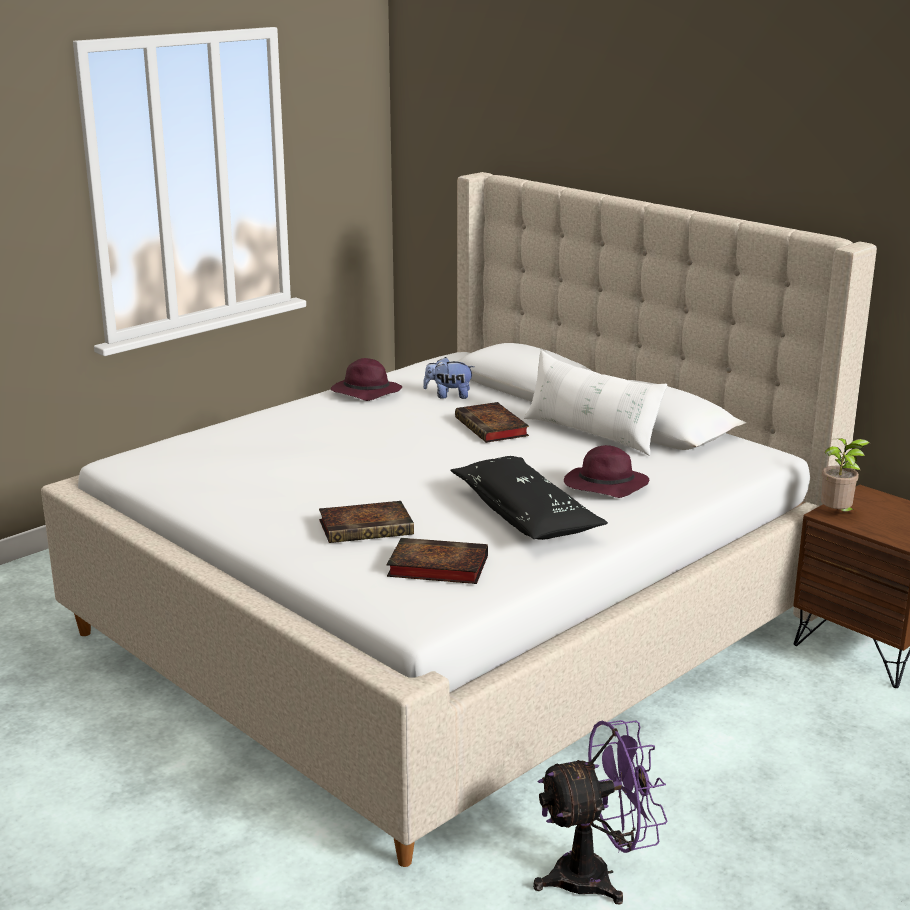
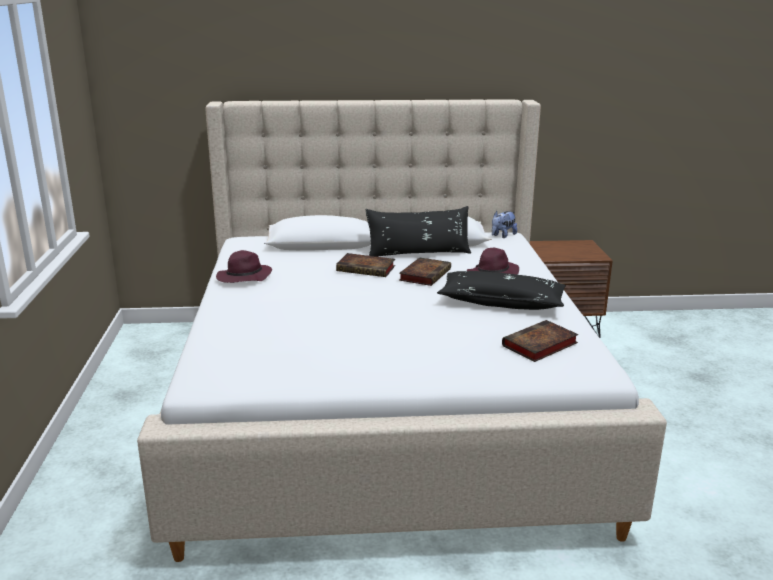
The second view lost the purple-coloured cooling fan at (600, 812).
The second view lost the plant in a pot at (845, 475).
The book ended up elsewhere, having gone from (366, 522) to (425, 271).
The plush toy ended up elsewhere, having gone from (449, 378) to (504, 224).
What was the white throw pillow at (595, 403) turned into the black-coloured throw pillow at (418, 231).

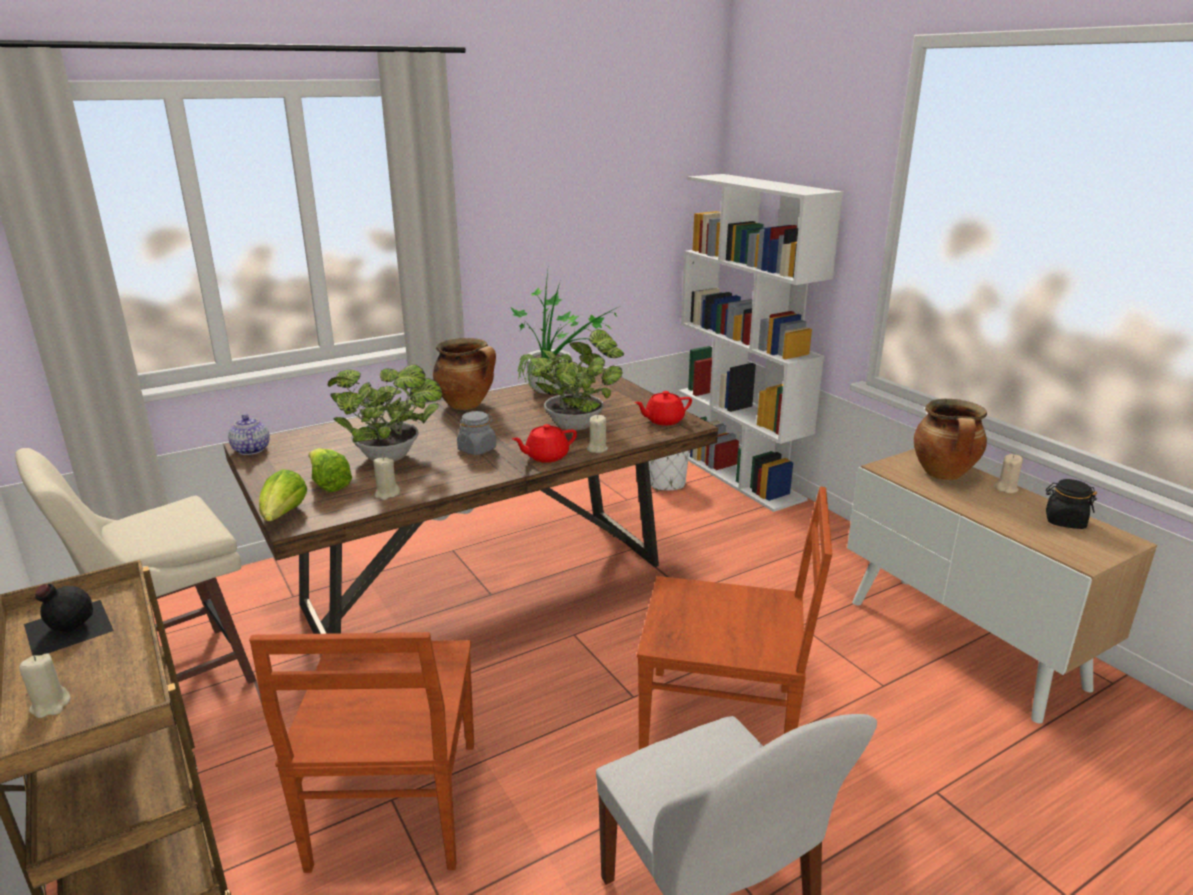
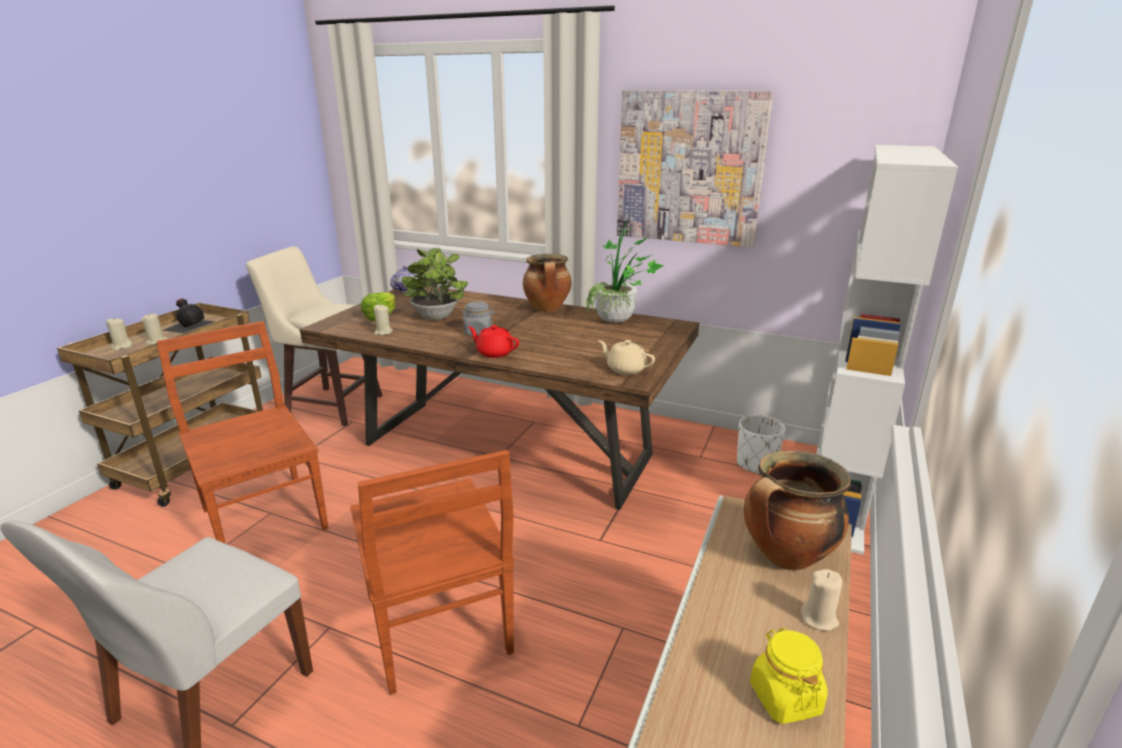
The second view lost the head of lettuce at (283, 495).
The second view lost the plant in a pot at (577, 379).
The second view gained the wall picture at (695, 168).
The beige candle ended up elsewhere, having gone from (597, 434) to (154, 329).
What was the red teapot at (663, 408) turned into the beige teapot at (626, 357).
What was the black-coloured jar at (1071, 504) turned into the yellow-coloured jar at (788, 675).
The brown-coloured plain chair at (361, 752) ended up facing another way, 90 degrees clockwise from before.

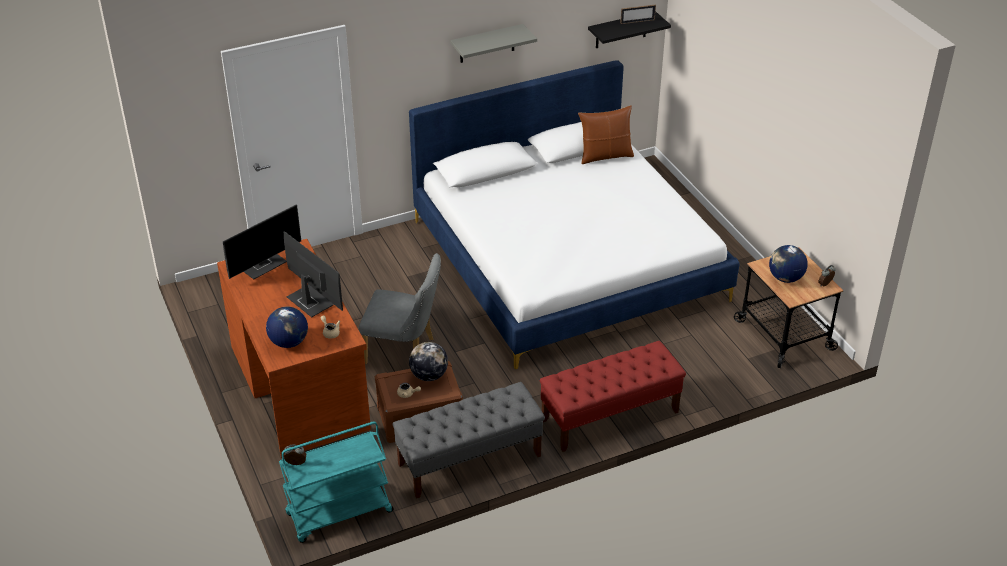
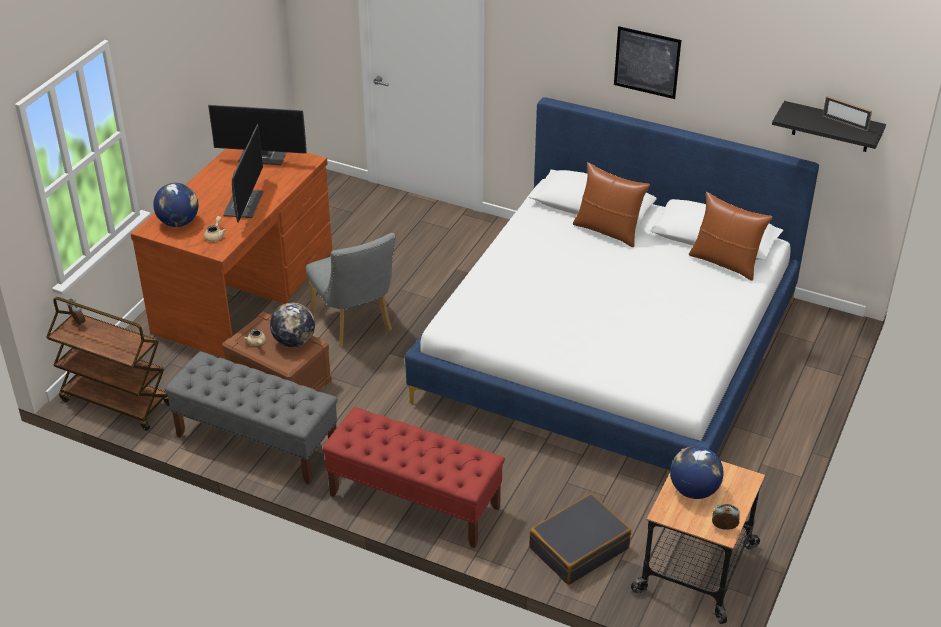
The second view gained the black-coloured suitcase at (580, 539).
The second view gained the brown-coloured throw pillow at (611, 204).
Where the grey bracket shelf hung at (493, 43), the wall picture came to hang at (647, 62).
What was the turquoise cart at (336, 482) turned into the brown-coloured cart at (108, 364).

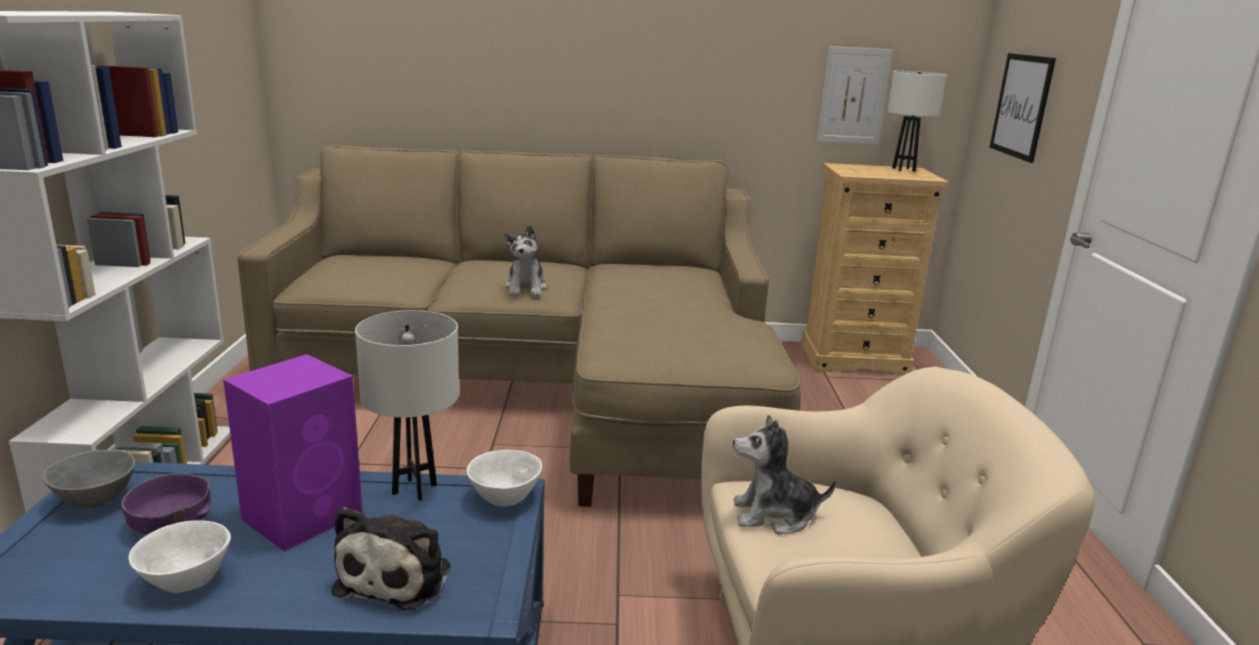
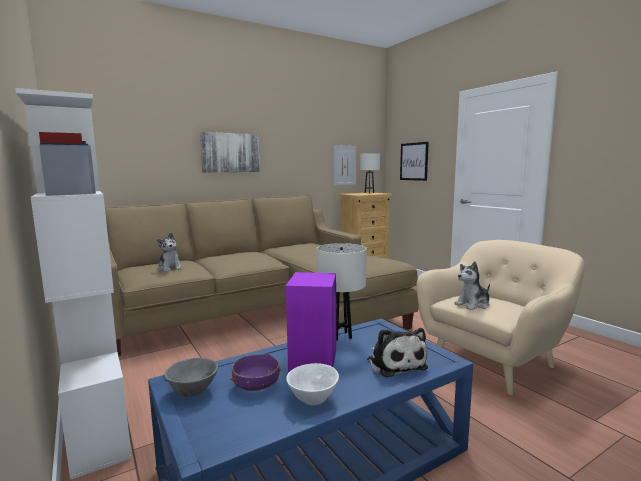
The second view lost the white bowl at (504, 478).
The second view gained the wall picture at (230, 152).
The plush toy ended up elsewhere, having gone from (525, 260) to (169, 252).

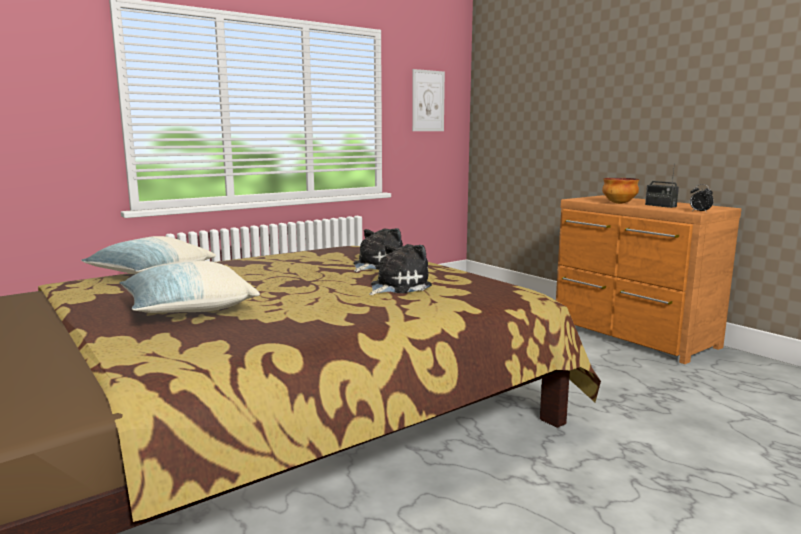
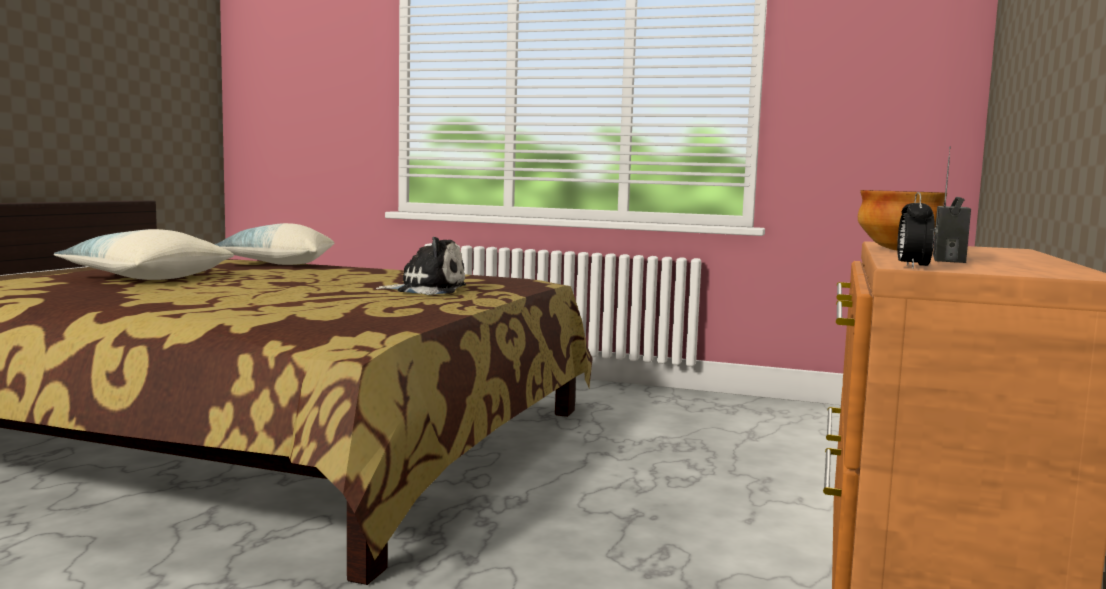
The second view lost the plush toy at (400, 269).
The second view lost the wall picture at (428, 100).

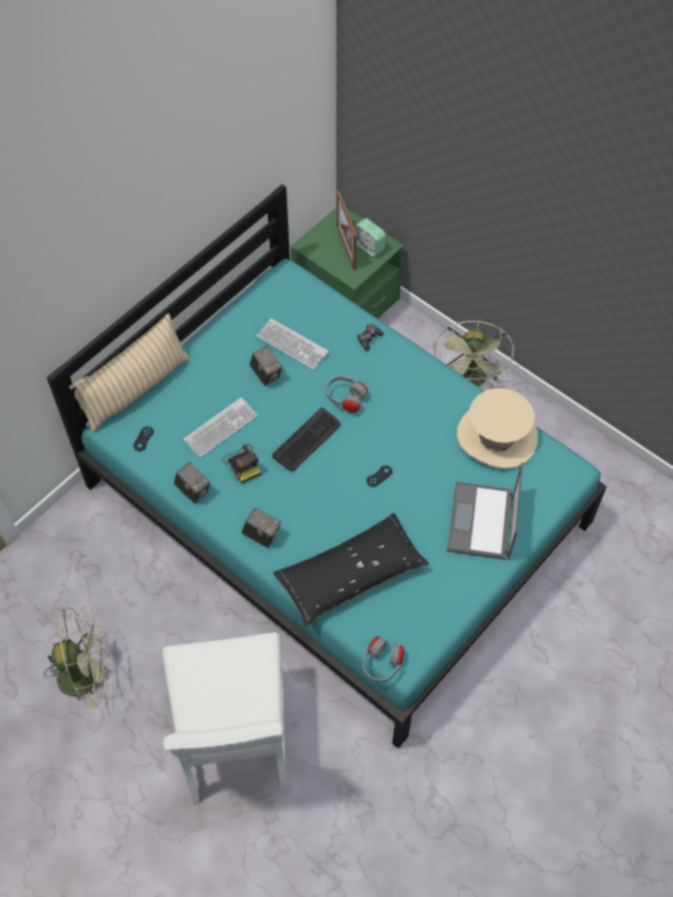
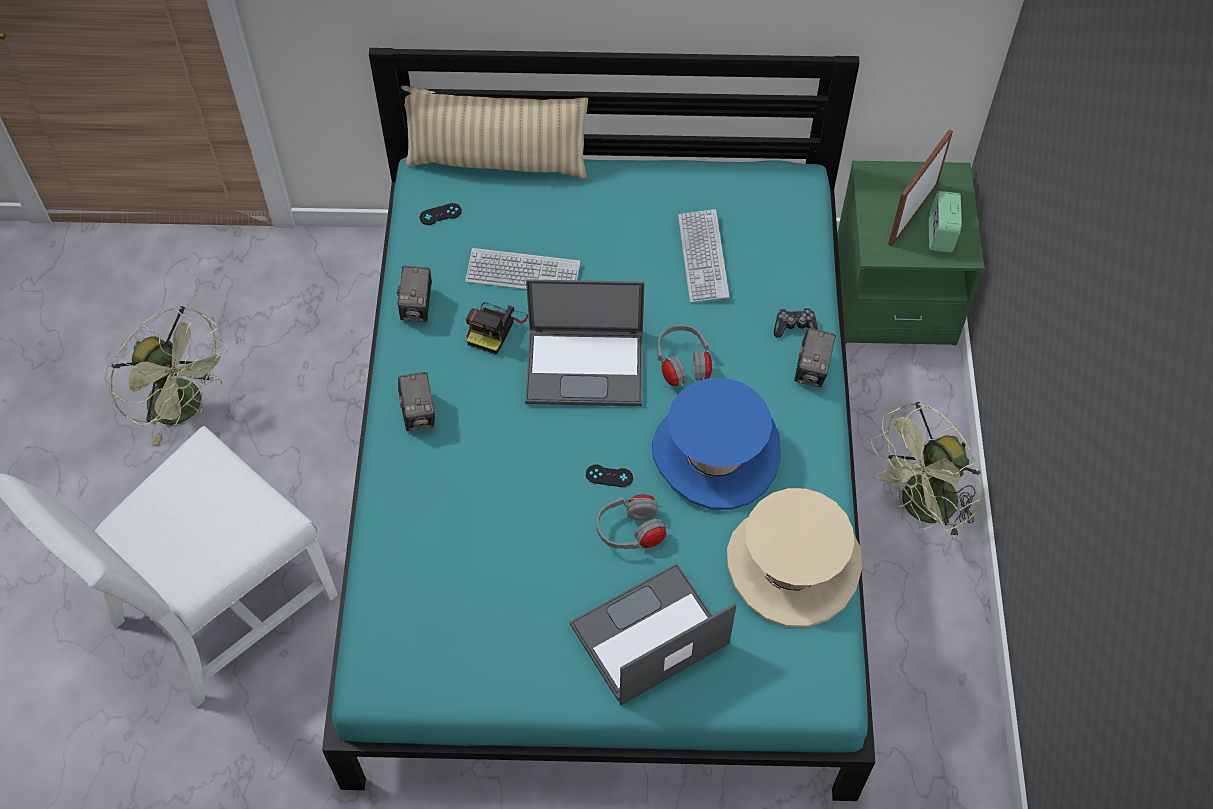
The second view lost the black-coloured throw pillow at (351, 570).
The second view gained the blue-coloured clothing hat at (716, 444).
The still camera ended up elsewhere, having gone from (266, 366) to (815, 357).
The grey pair of headphones ended up elsewhere, having gone from (383, 659) to (633, 521).
Where the computer keyboard stood at (306, 439), the laptop came to stand at (585, 342).

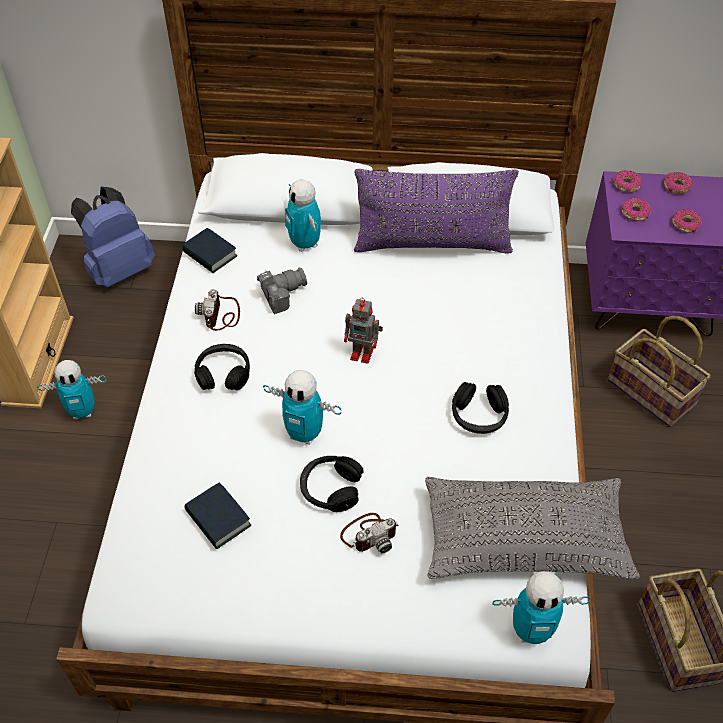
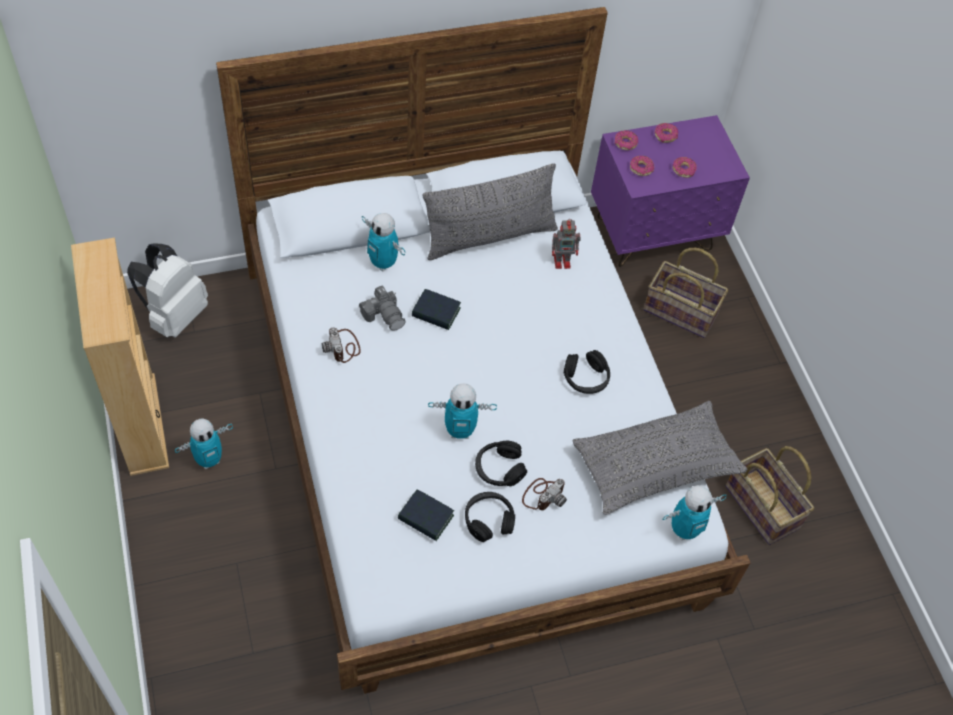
The book ended up elsewhere, having gone from (209, 250) to (436, 309).
The black-coloured pair of headphones ended up elsewhere, having gone from (222, 367) to (490, 517).
The model robot ended up elsewhere, having gone from (363, 331) to (566, 244).
What was the blue-coloured rucksack at (113, 237) turned into the white rucksack at (167, 290).
What was the purple-coloured throw pillow at (436, 211) turned into the grey throw pillow at (490, 211).
The still camera at (282, 290) ended up facing another way, 105 degrees clockwise from before.

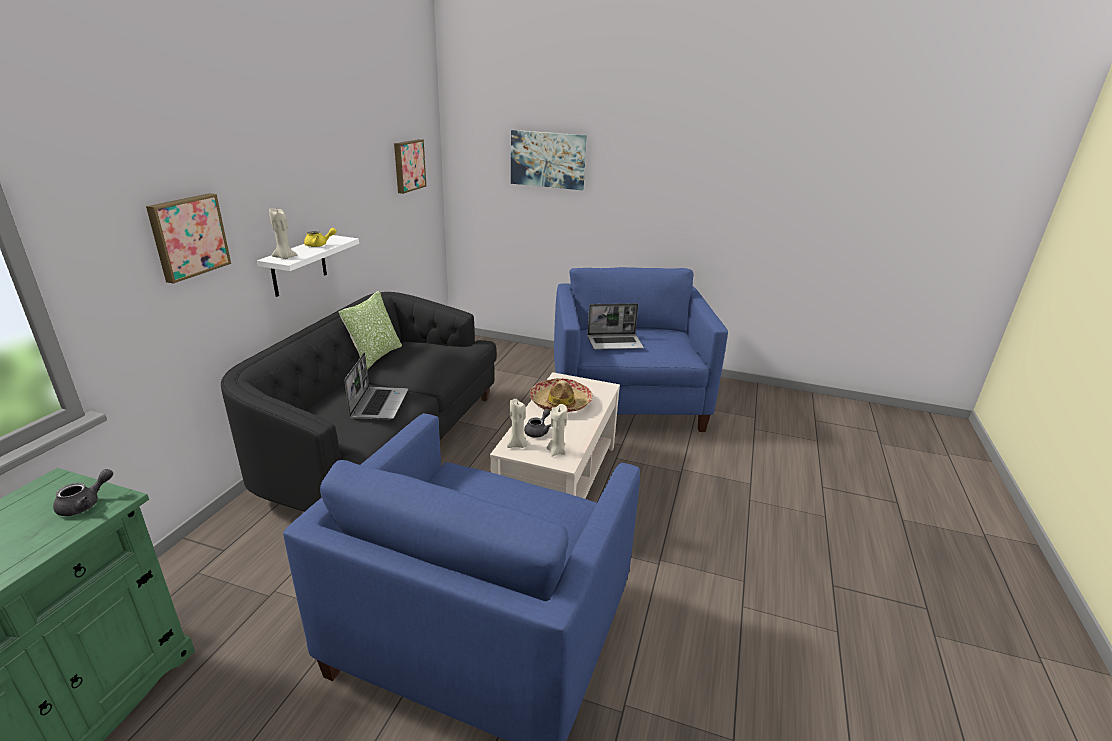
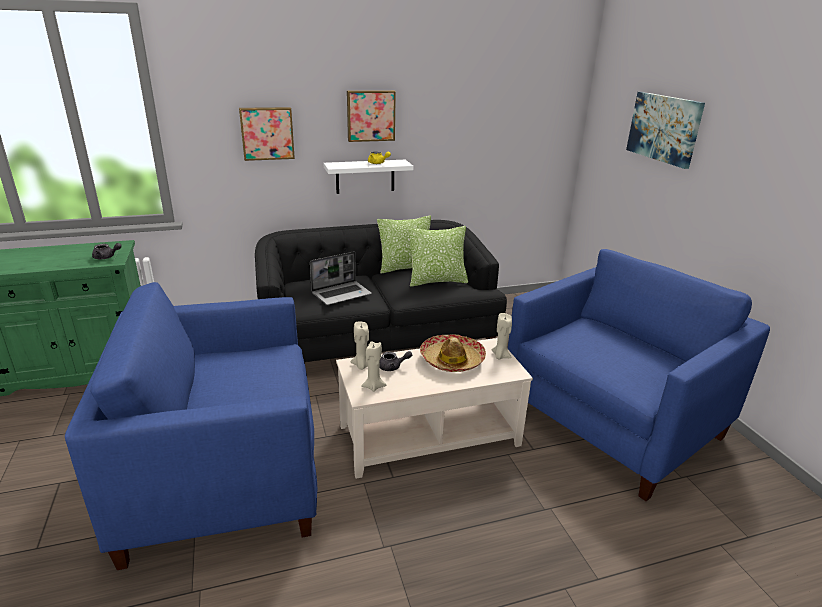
The second view lost the laptop at (615, 326).
The second view gained the throw pillow at (438, 256).
The beige candle ended up elsewhere, having gone from (283, 234) to (502, 336).
The wall picture ended up elsewhere, having gone from (410, 166) to (371, 116).

